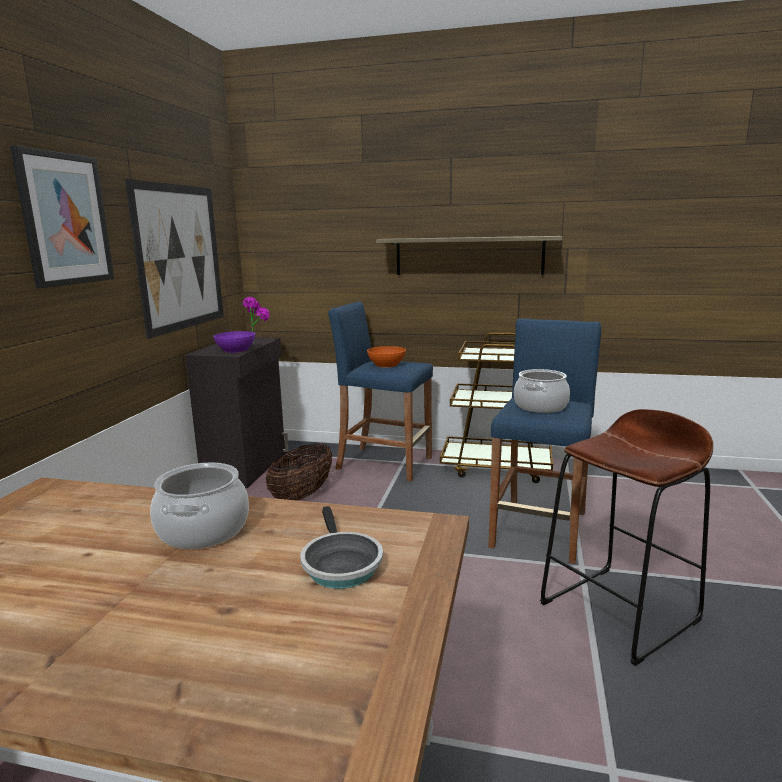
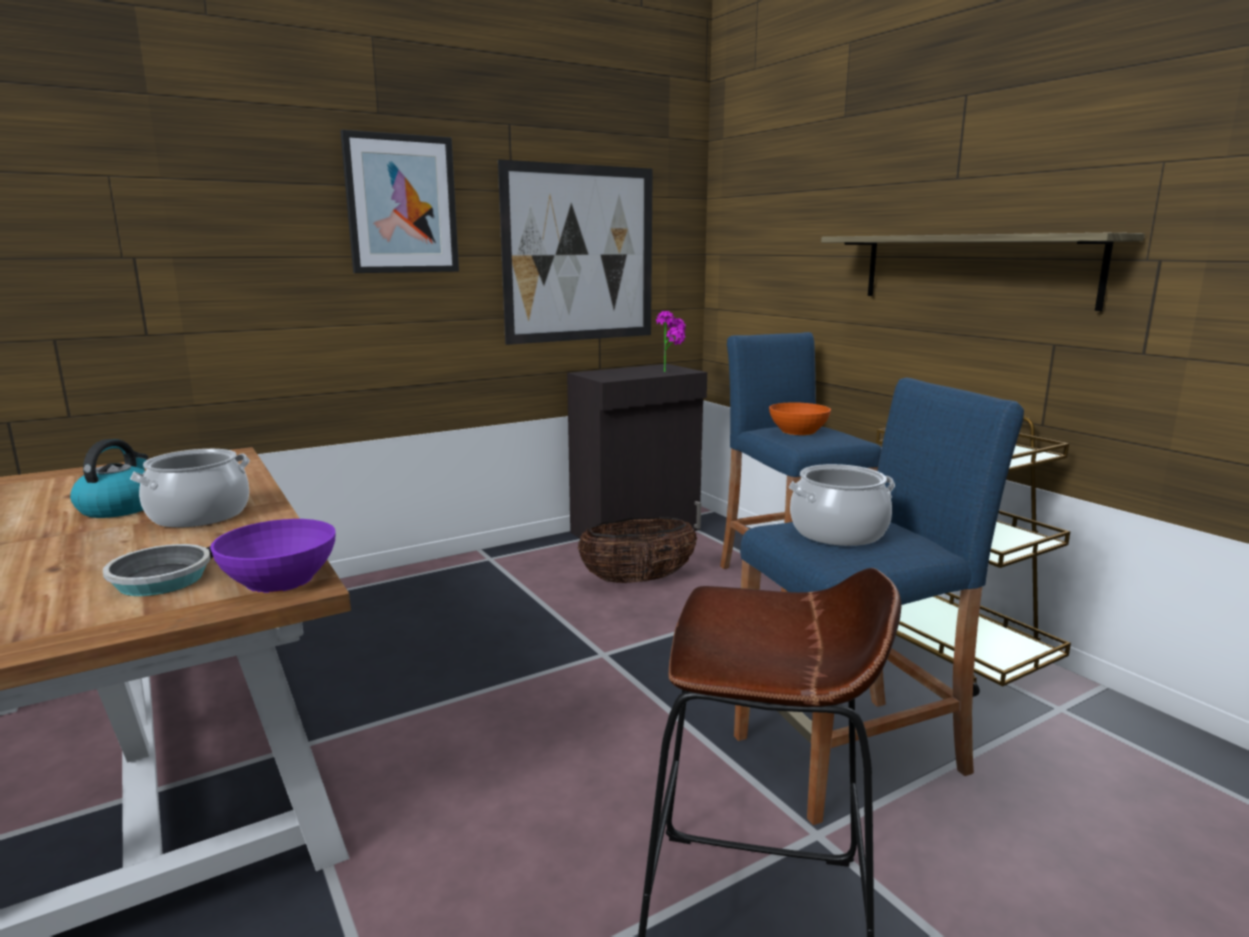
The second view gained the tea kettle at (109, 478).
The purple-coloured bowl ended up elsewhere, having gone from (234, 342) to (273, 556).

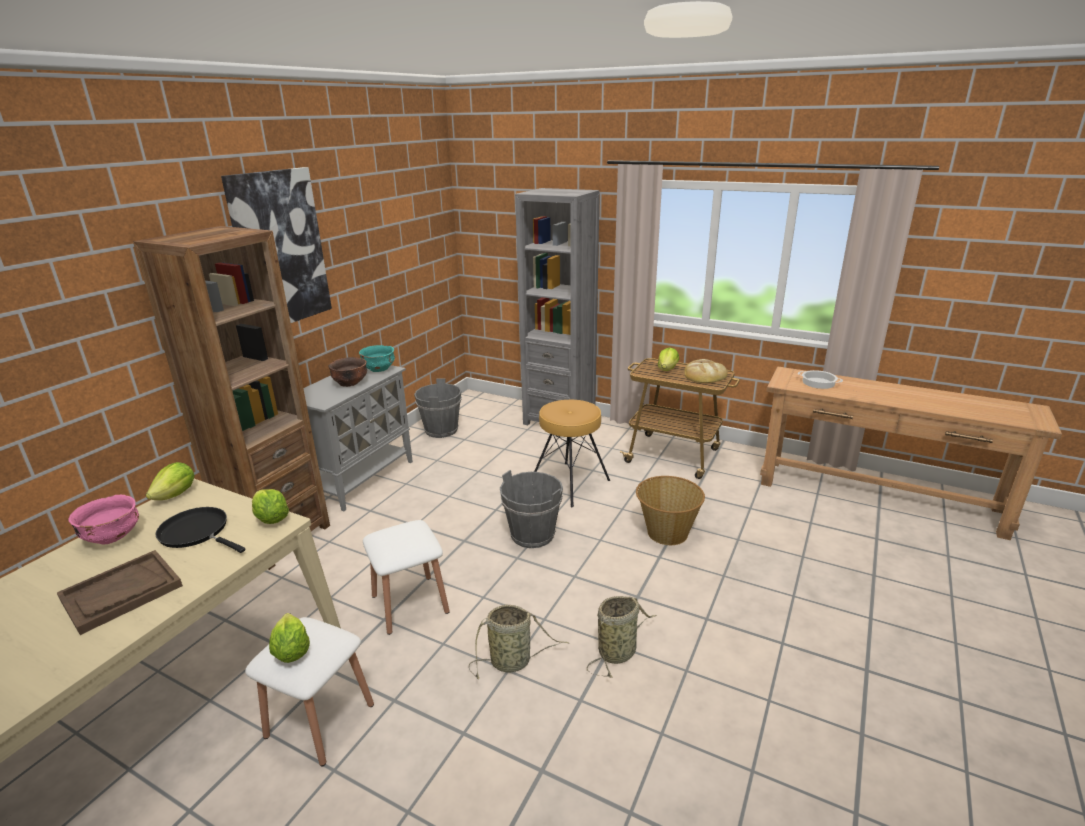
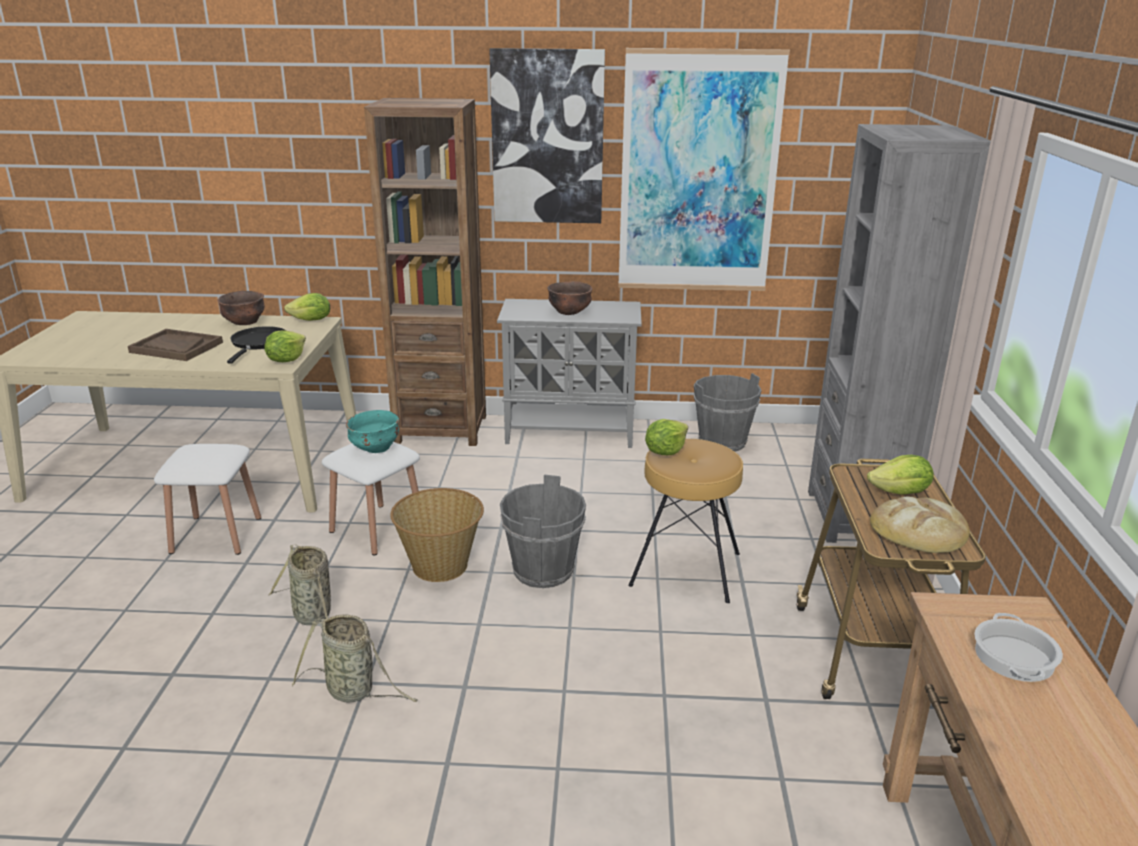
The second view gained the wall picture at (704, 169).
The head of lettuce ended up elsewhere, having gone from (289, 638) to (666, 437).
The turquoise bowl ended up elsewhere, having gone from (377, 358) to (372, 431).
The basket ended up elsewhere, having gone from (670, 510) to (437, 535).
What was the pink bowl at (103, 519) turned into the brown-coloured bowl at (241, 308).

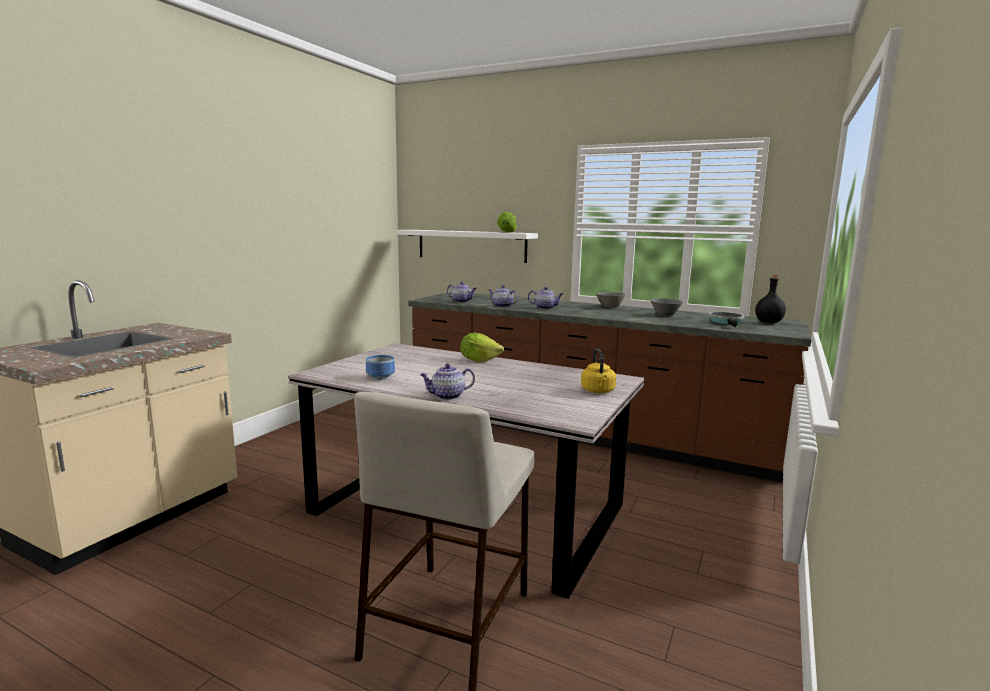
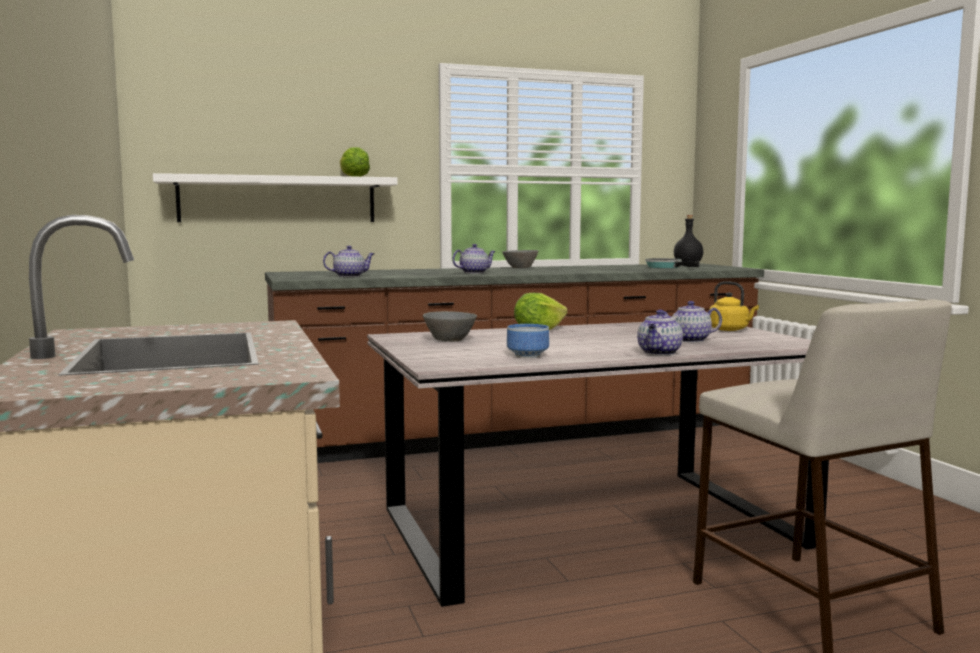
The teapot ended up elsewhere, having gone from (503, 296) to (692, 321).
The grey bowl ended up elsewhere, having gone from (667, 307) to (450, 326).

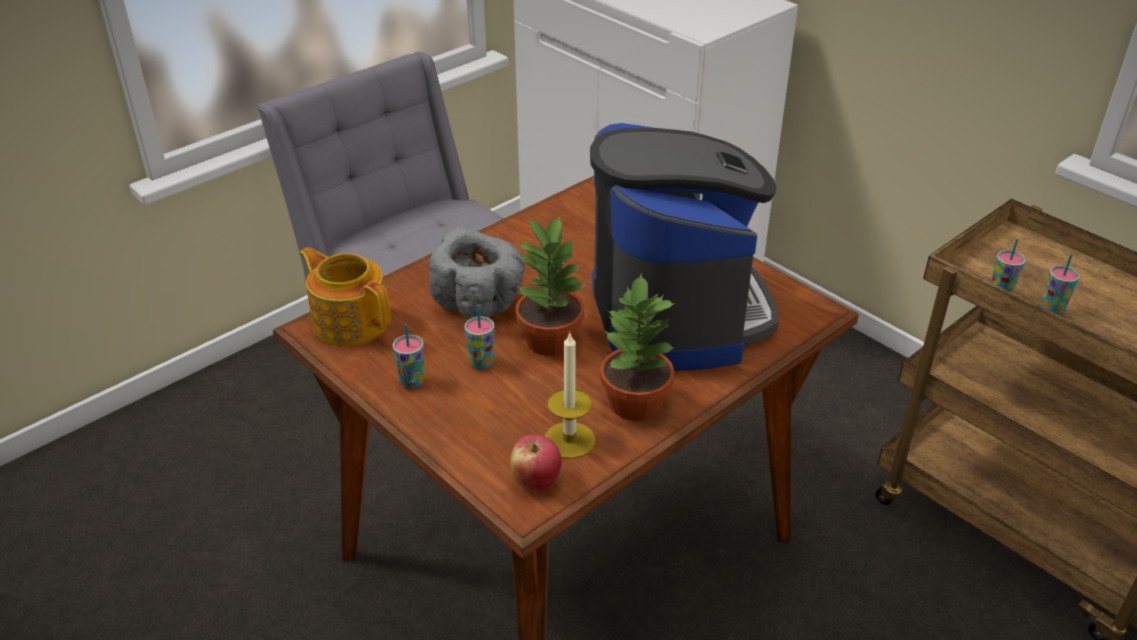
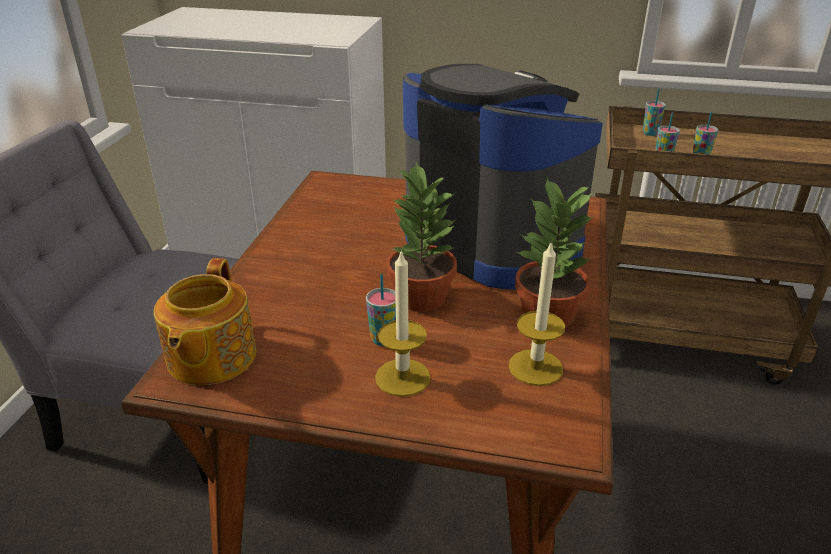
The second view lost the grey bowl at (477, 273).
The second view lost the whole apple at (536, 463).
The second view gained the candle at (403, 323).
The cup ended up elsewhere, having gone from (409, 356) to (654, 112).
The teapot at (345, 297) ended up facing another way, 90 degrees counterclockwise from before.

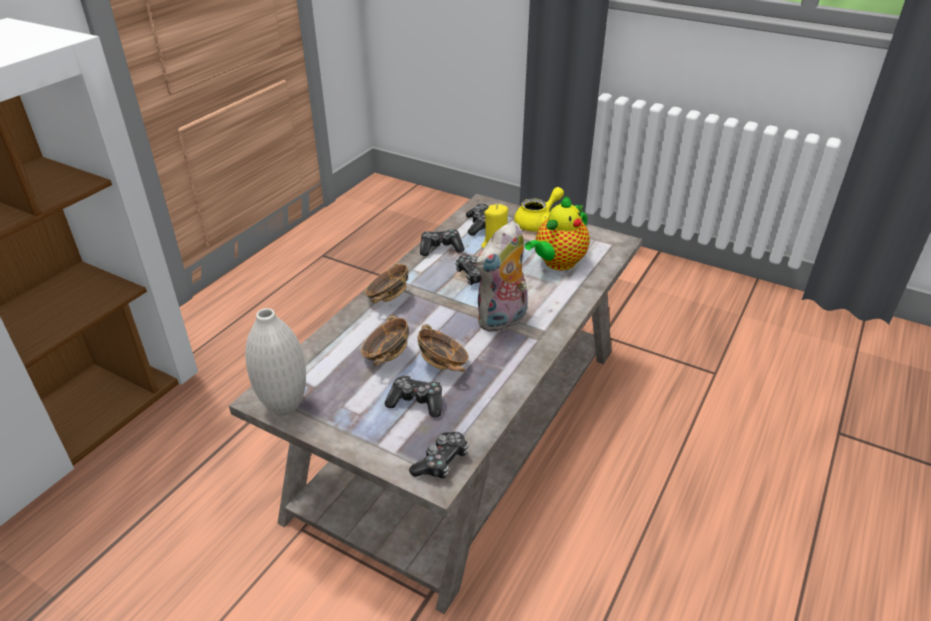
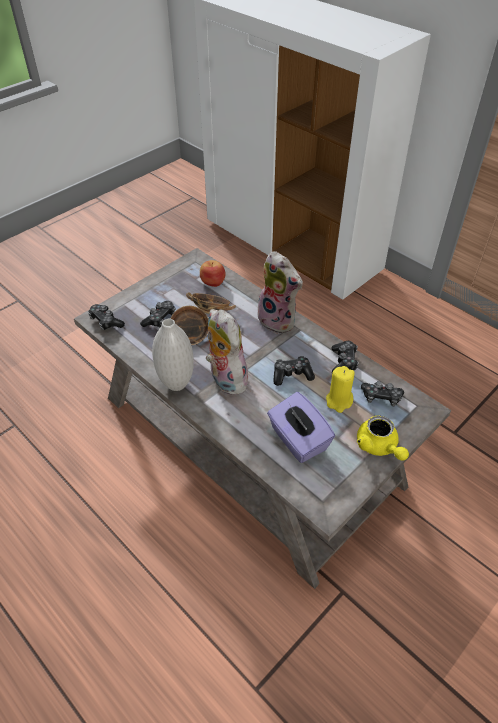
The second view gained the whole apple at (213, 273).
The white vase ended up elsewhere, having gone from (275, 362) to (173, 354).
Where the bowl stood at (386, 283), the plush toy came to stand at (280, 292).
Where the teapot stood at (557, 233), the purple-coloured box of tissues came to stand at (301, 427).

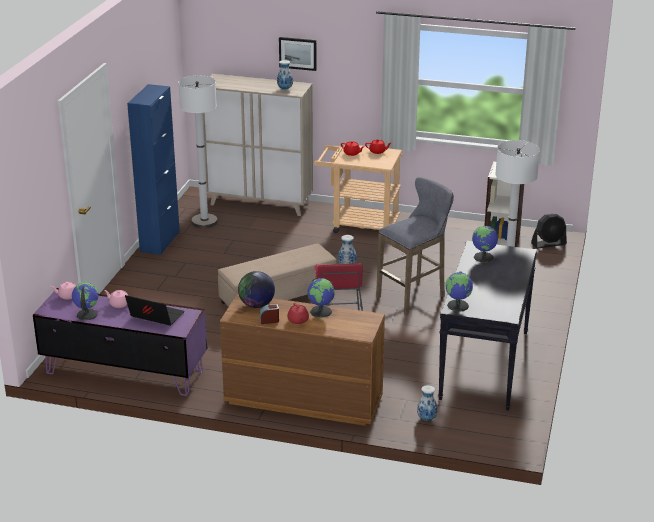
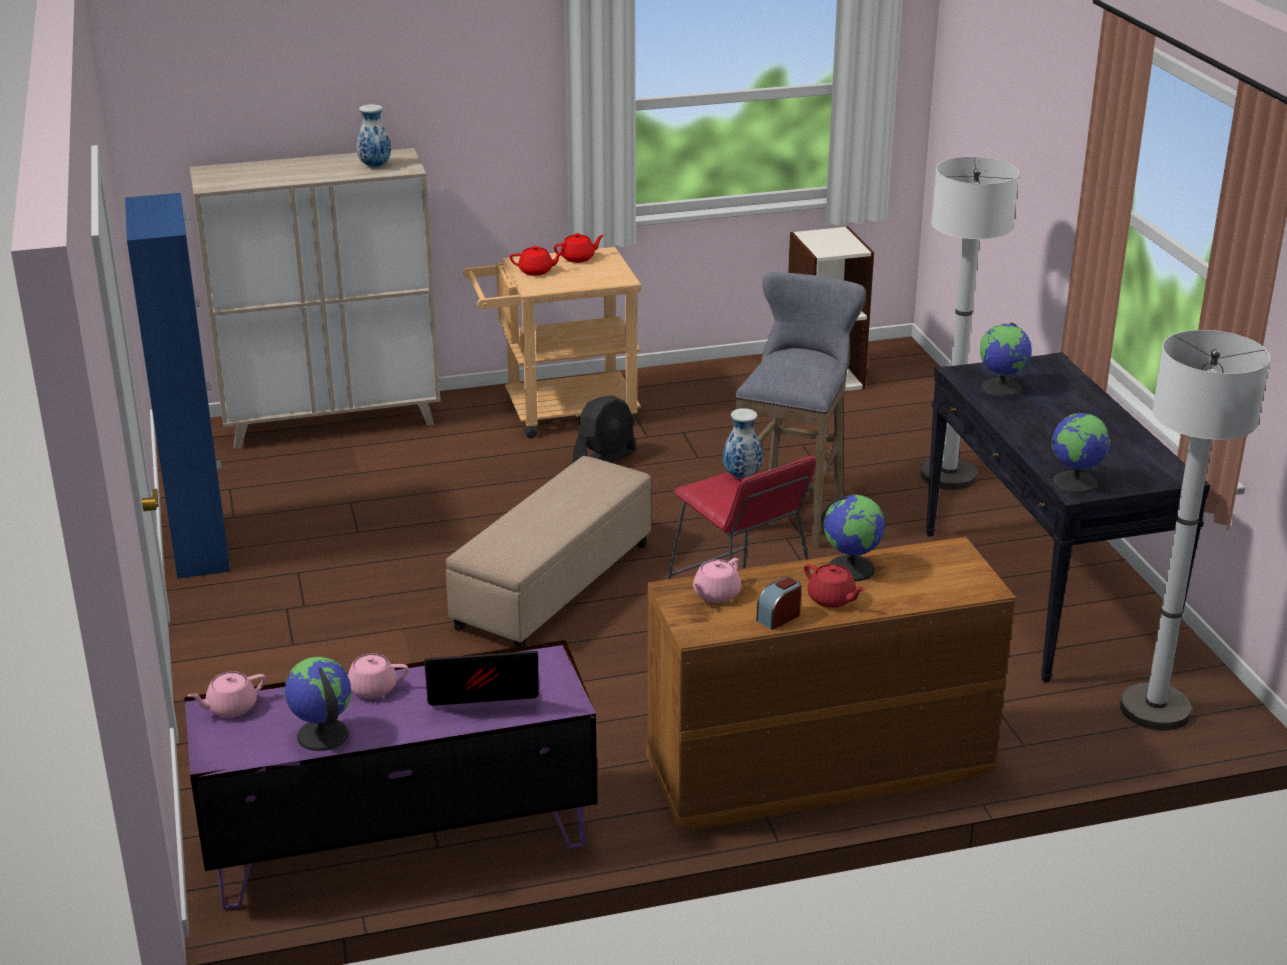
The second view lost the wall picture at (297, 54).
The second view lost the vase at (427, 403).
The white standing lamp ended up elsewhere, having gone from (198, 151) to (1195, 530).
The black-coloured cooling fan ended up elsewhere, having gone from (549, 231) to (604, 429).
Where the desk globe stood at (256, 289), the pink teapot came to stand at (717, 580).

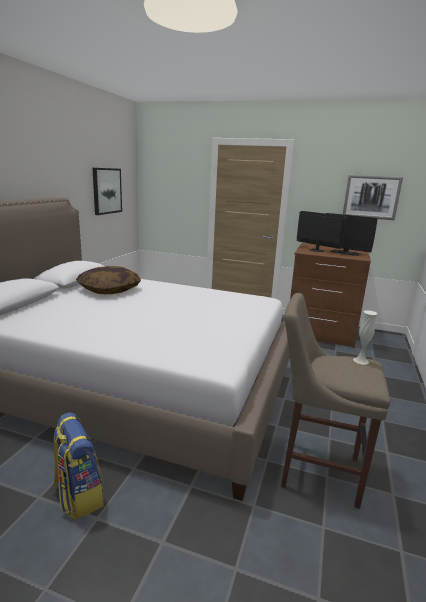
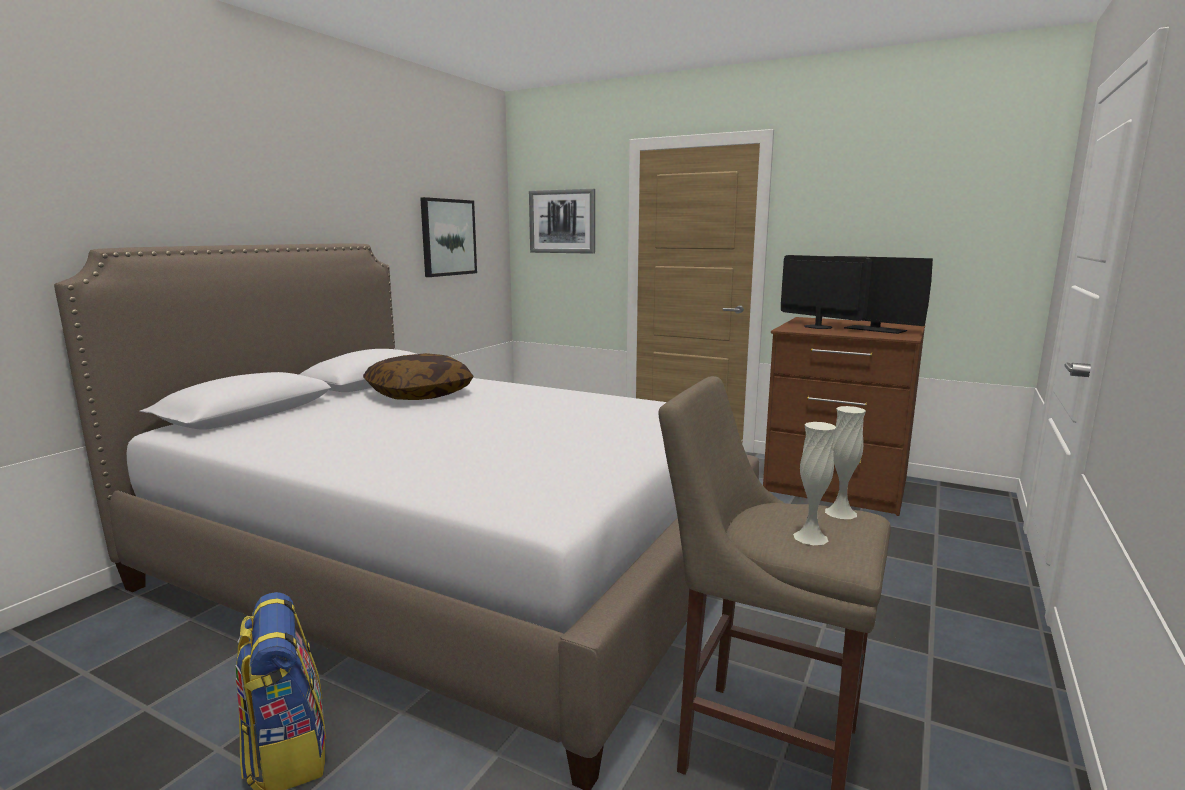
The second view gained the white vase at (814, 483).
The wall picture ended up elsewhere, having gone from (373, 197) to (562, 221).

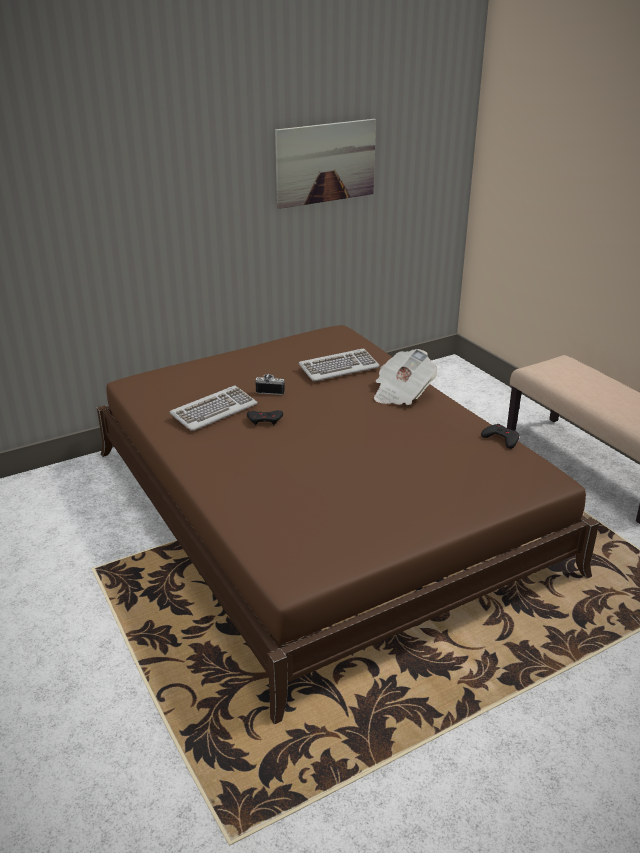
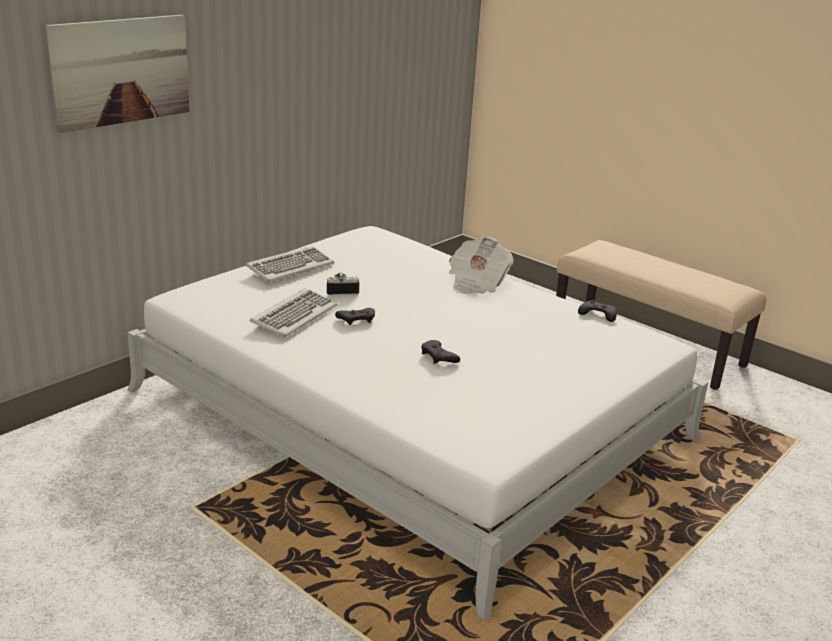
The second view gained the black-coloured gamepad at (440, 352).
The wall picture ended up elsewhere, having gone from (325, 164) to (118, 74).
The computer keyboard ended up elsewhere, having gone from (339, 365) to (290, 264).
What was the brown-coloured bedroom bed at (348, 524) turned into the white bedroom bed at (417, 423).

